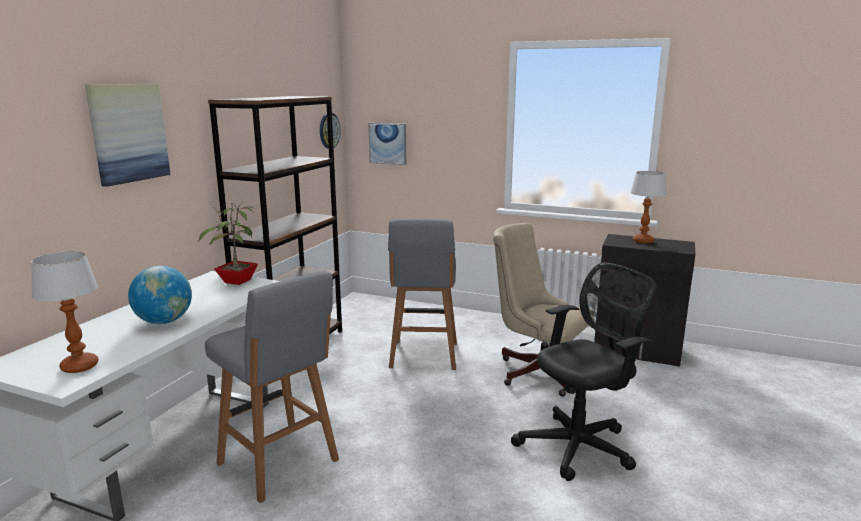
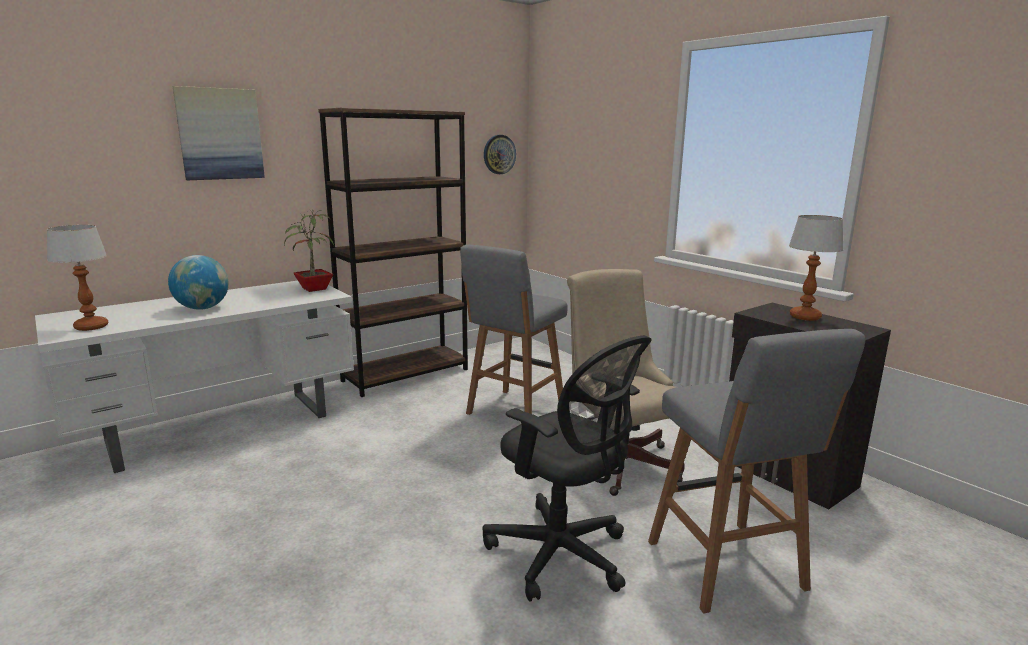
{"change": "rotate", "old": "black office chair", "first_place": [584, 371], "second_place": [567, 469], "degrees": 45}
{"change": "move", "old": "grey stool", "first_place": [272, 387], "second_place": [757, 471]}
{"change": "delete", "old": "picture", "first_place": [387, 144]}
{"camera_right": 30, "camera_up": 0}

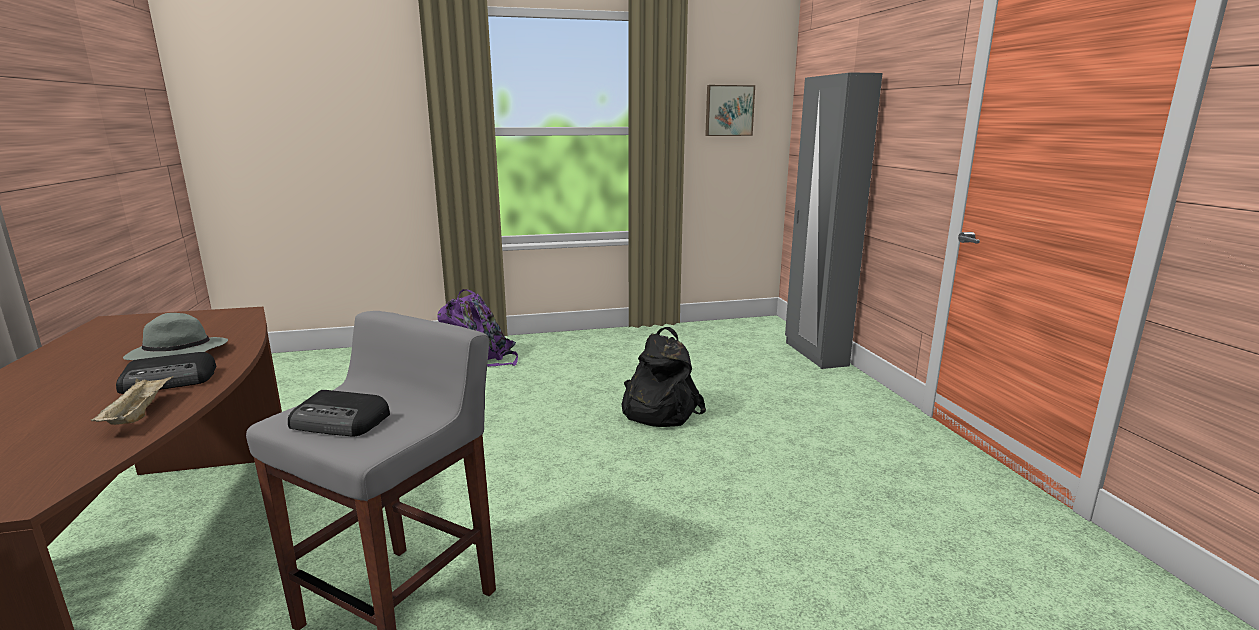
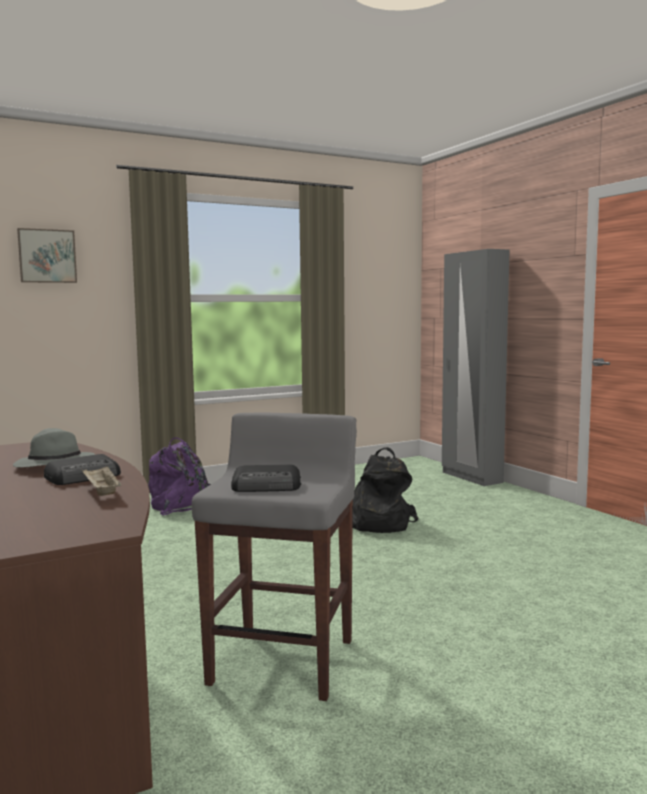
{"change": "move", "old": "picture", "first_place": [730, 110], "second_place": [47, 255]}
{"camera_right": -15, "camera_up": -10}

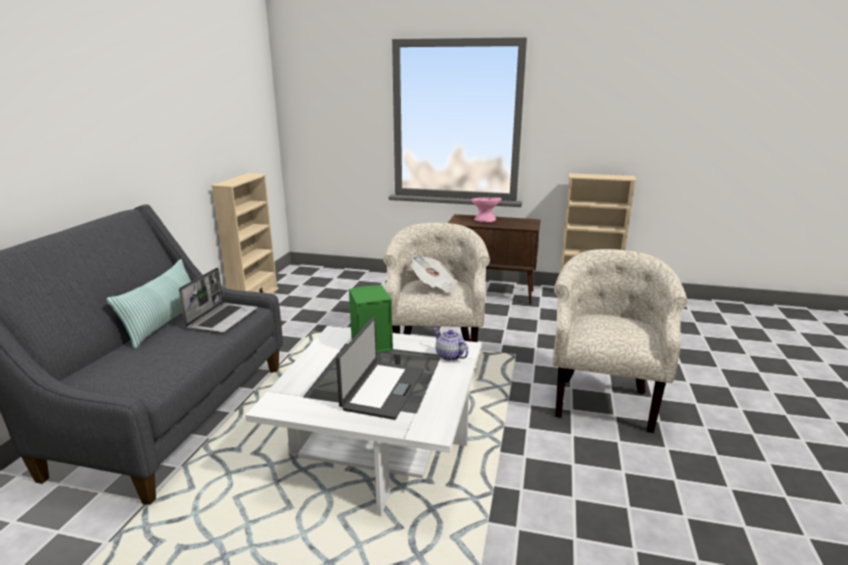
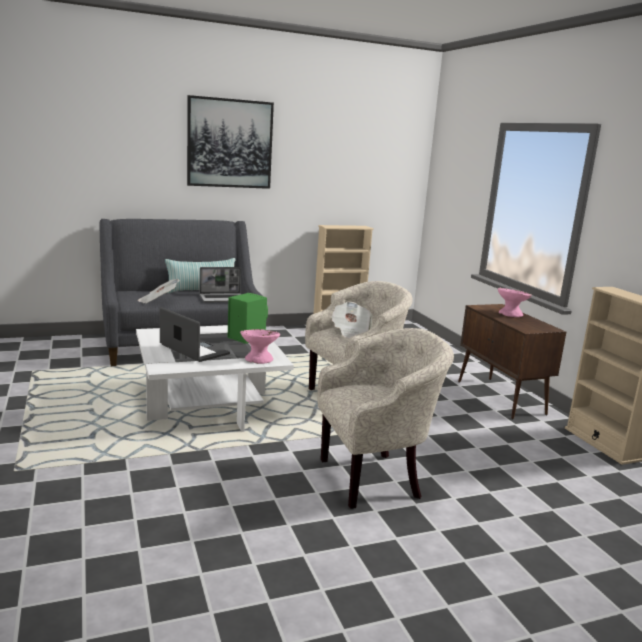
{"change": "insert", "new": "newspaper", "second_place": [159, 291]}
{"change": "rotate", "old": "laptop", "first_place": [380, 368], "second_place": [194, 334], "degrees": -120}
{"change": "insert", "new": "picture", "second_place": [230, 142]}
{"change": "replace", "old": "teapot", "new": "pink bowl", "first_place": [451, 344], "second_place": [260, 346]}
{"camera_right": 55, "camera_up": -5}

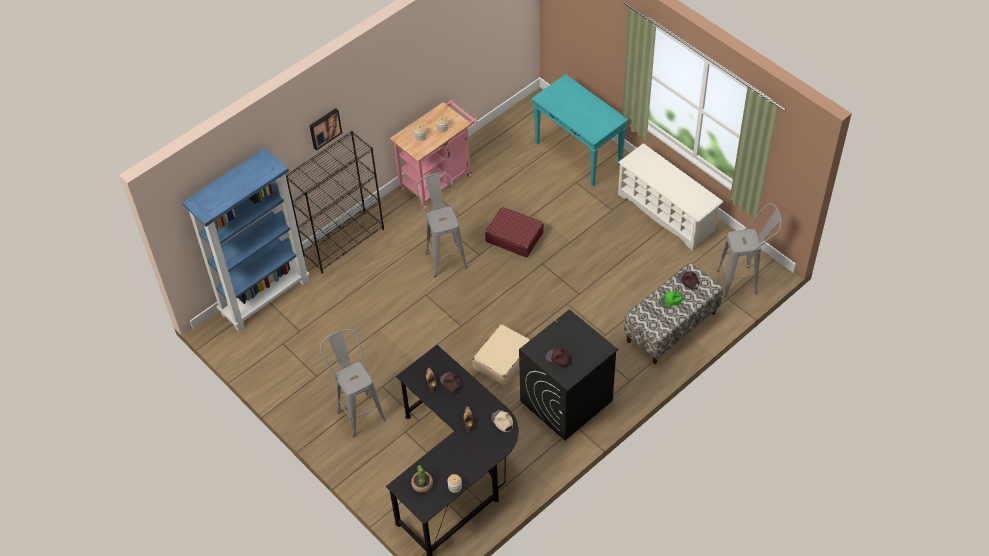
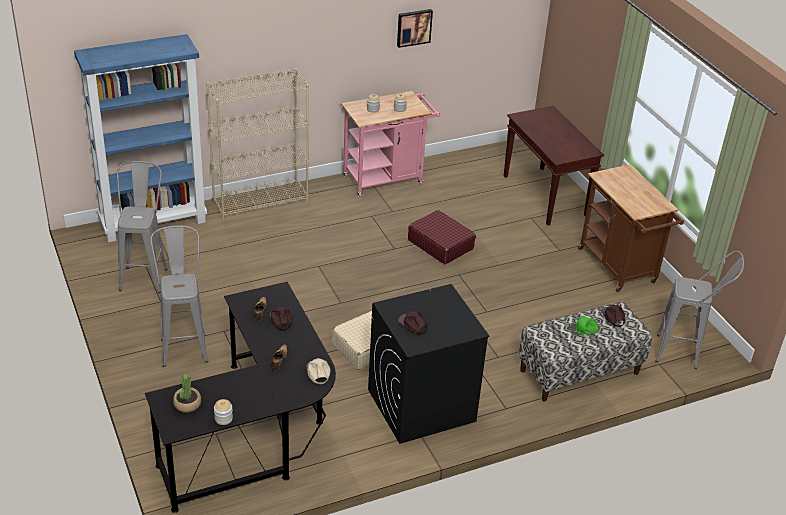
{"change": "move", "old": "grey stool", "first_place": [441, 225], "second_place": [142, 227]}
{"change": "recolor", "old": "black bookcase", "new": "beige bookcase", "first_place": [335, 202], "second_place": [257, 144]}
{"change": "move", "old": "picture", "first_place": [325, 129], "second_place": [415, 28]}
{"change": "recolor", "old": "turquoise console table", "new": "brown console table", "first_place": [580, 130], "second_place": [554, 165]}
{"change": "replace", "old": "white shoe rack", "new": "brown cart", "first_place": [670, 197], "second_place": [631, 228]}
{"camera_right": 15, "camera_up": -15}

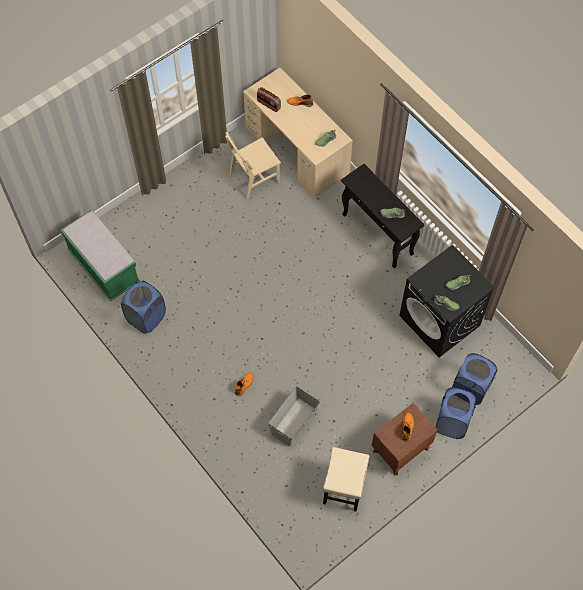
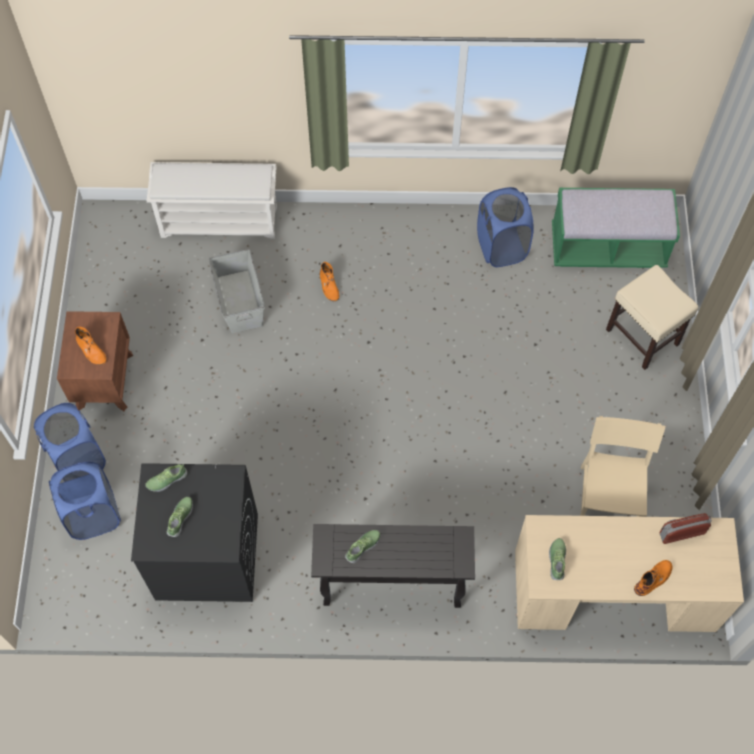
{"change": "insert", "new": "white shoe rack", "second_place": [212, 200]}
{"change": "move", "old": "beige stool", "first_place": [346, 479], "second_place": [652, 317]}
{"camera_right": 130, "camera_up": 0}

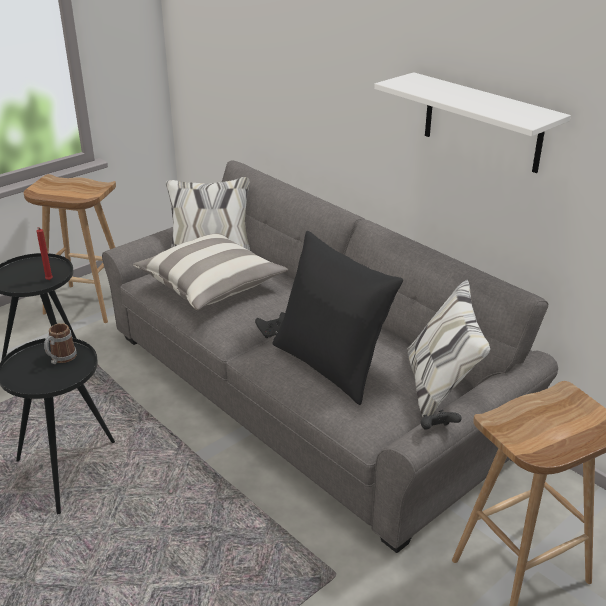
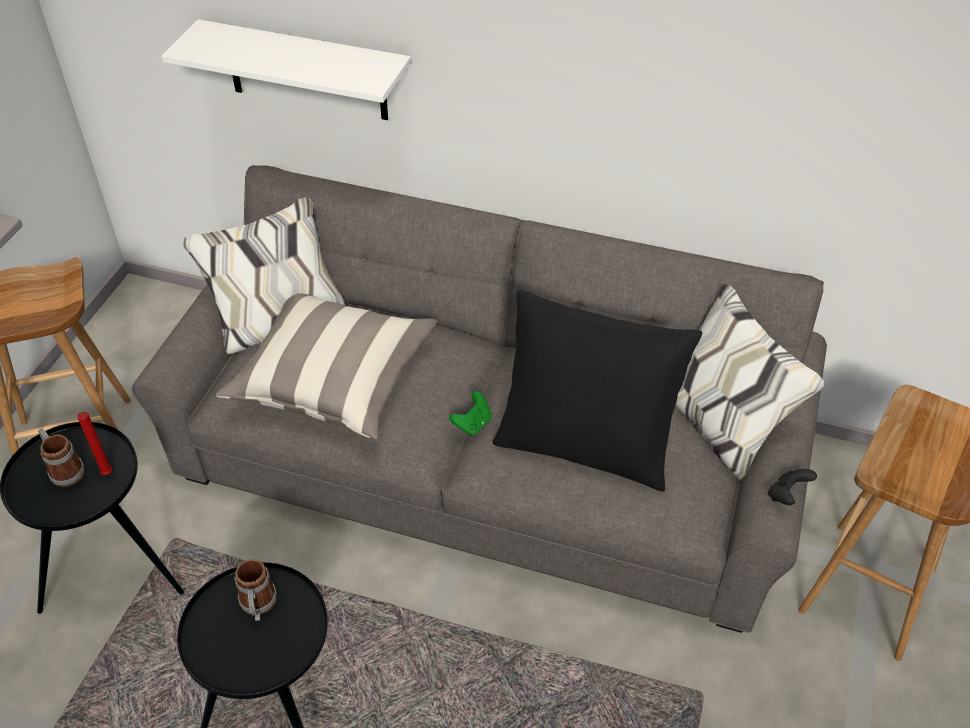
{"change": "insert", "new": "mug", "second_place": [61, 457]}
{"change": "move", "old": "white shelf", "first_place": [472, 122], "second_place": [286, 69]}
{"change": "recolor", "old": "black game controller", "new": "green game controller", "first_place": [270, 325], "second_place": [470, 413]}
{"camera_right": -30, "camera_up": 15}

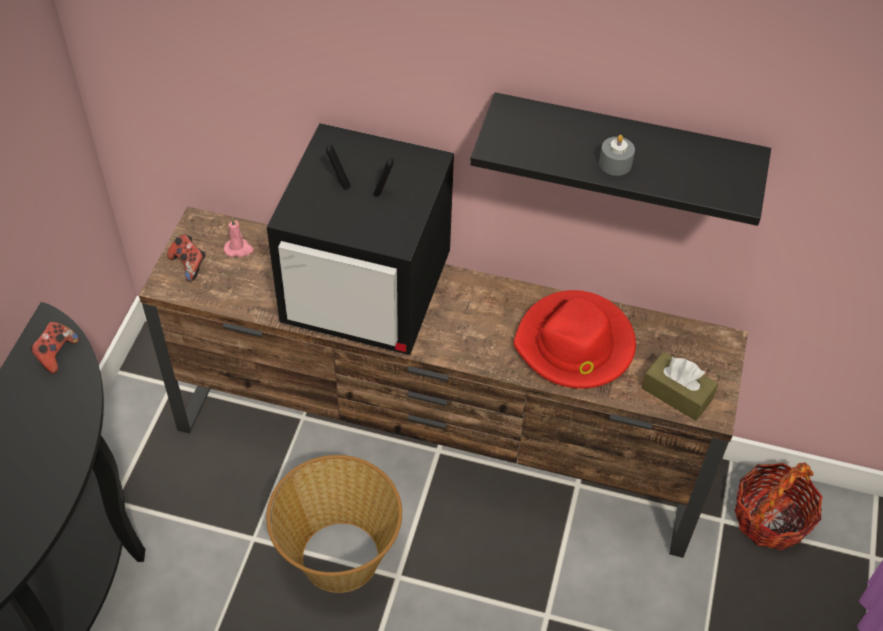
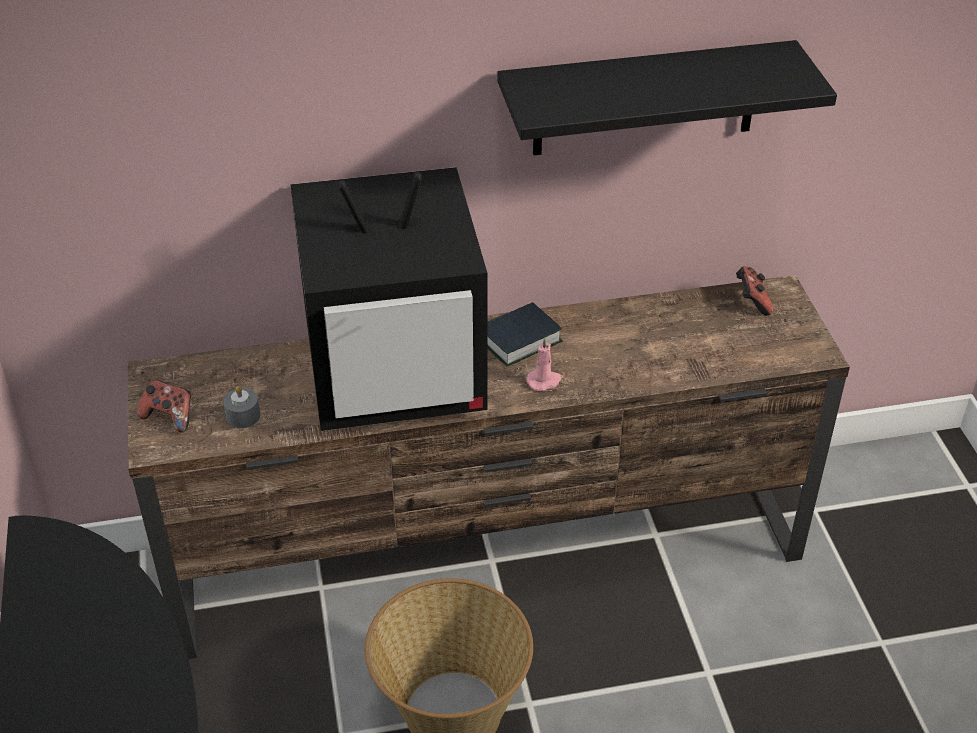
{"change": "move", "old": "grey candle", "first_place": [617, 155], "second_place": [241, 407]}
{"change": "insert", "new": "book", "second_place": [525, 334]}
{"change": "move", "old": "pink candle", "first_place": [239, 237], "second_place": [544, 364]}
{"change": "move", "old": "game controller", "first_place": [54, 348], "second_place": [754, 291]}
{"change": "delete", "old": "red hat", "first_place": [574, 339]}
{"change": "delete", "old": "brown tissue box", "first_place": [680, 386]}
{"change": "delete", "old": "basket", "first_place": [778, 506]}
{"camera_right": -25, "camera_up": -10}

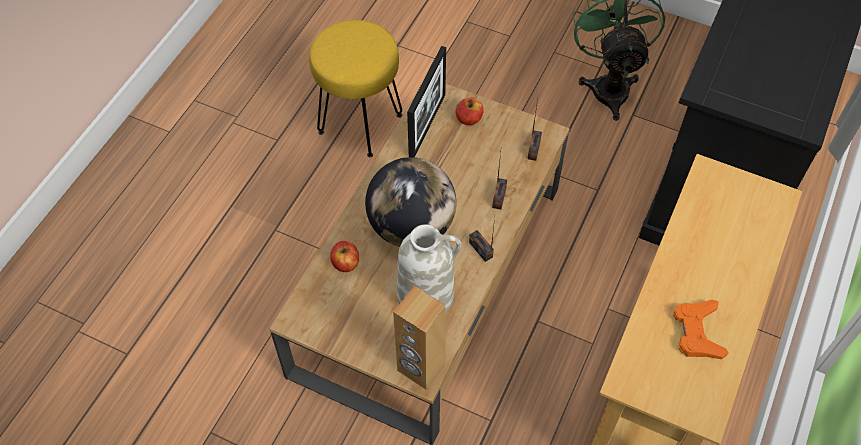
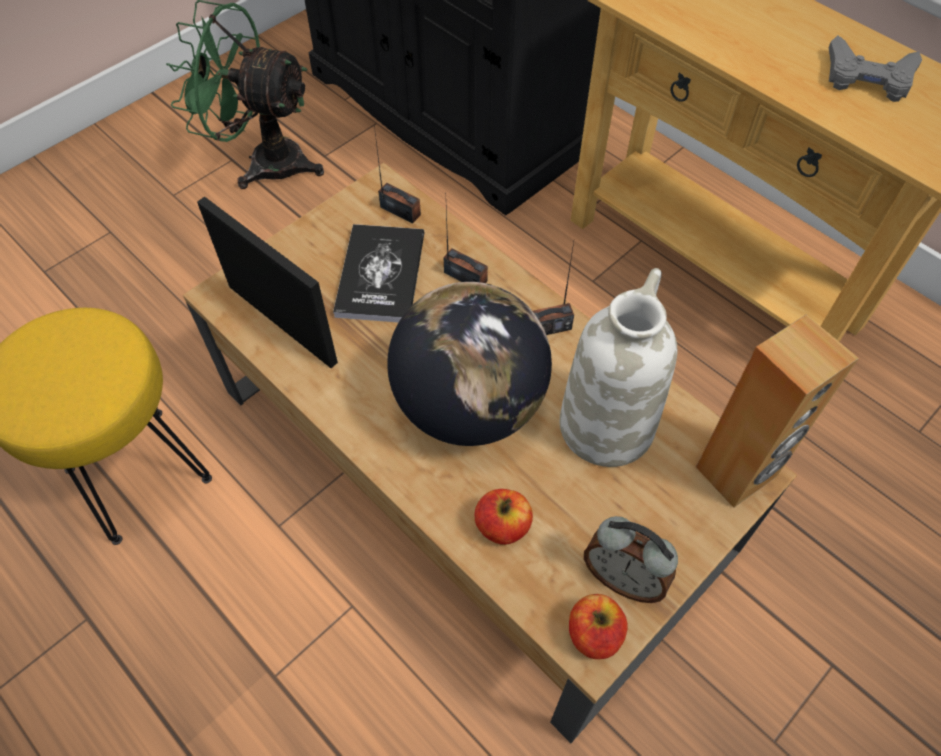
{"change": "insert", "new": "book", "second_place": [379, 273]}
{"change": "move", "old": "apple", "first_place": [469, 111], "second_place": [598, 626]}
{"change": "insert", "new": "alarm clock", "second_place": [631, 559]}
{"change": "recolor", "old": "orange game controller", "new": "grey game controller", "first_place": [700, 329], "second_place": [875, 68]}
{"camera_right": -70, "camera_up": 0}

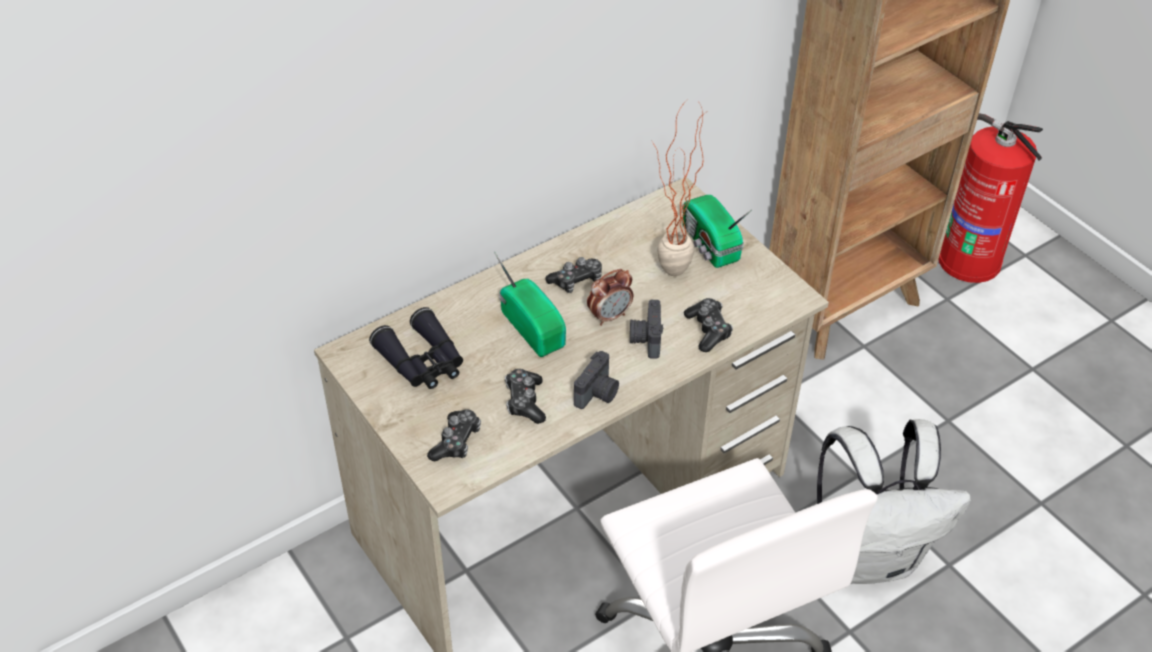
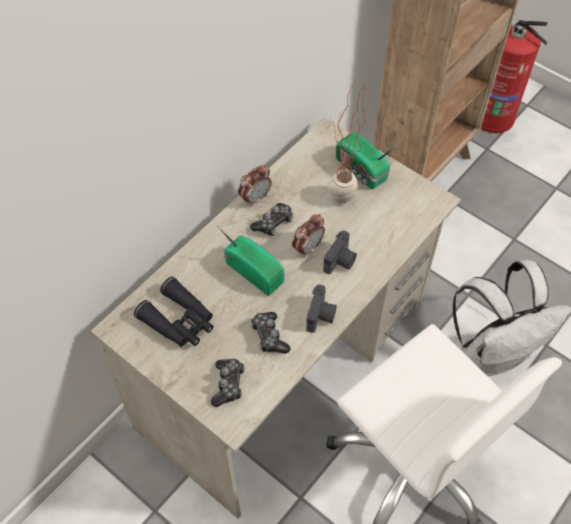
{"change": "insert", "new": "alarm clock", "second_place": [255, 186]}
{"change": "rotate", "old": "photo camera", "first_place": [646, 329], "second_place": [340, 252], "degrees": -135}
{"change": "delete", "old": "game controller", "first_place": [708, 325]}
{"camera_right": -15, "camera_up": 10}

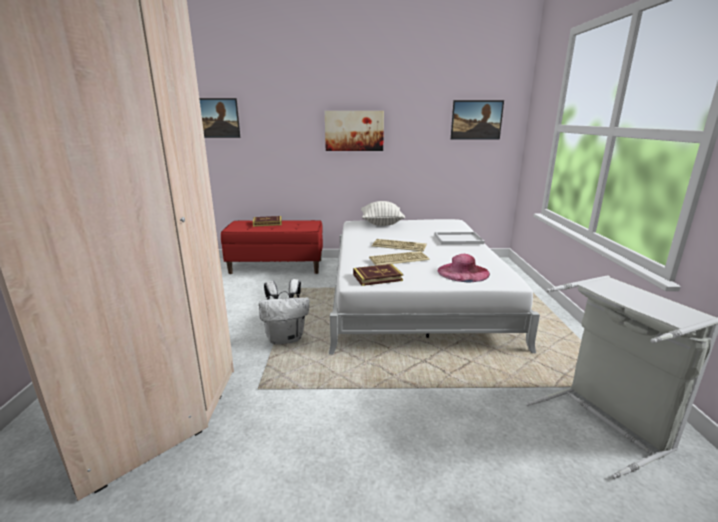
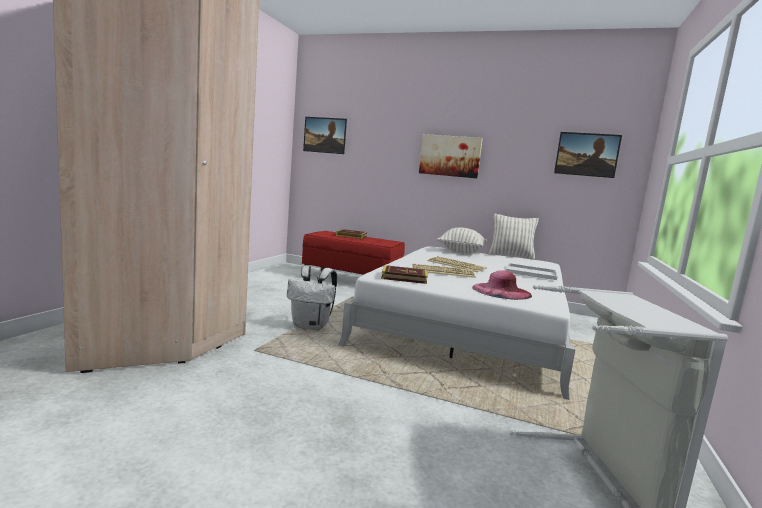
{"change": "insert", "new": "pillow", "second_place": [514, 237]}
{"camera_right": 20, "camera_up": -10}

